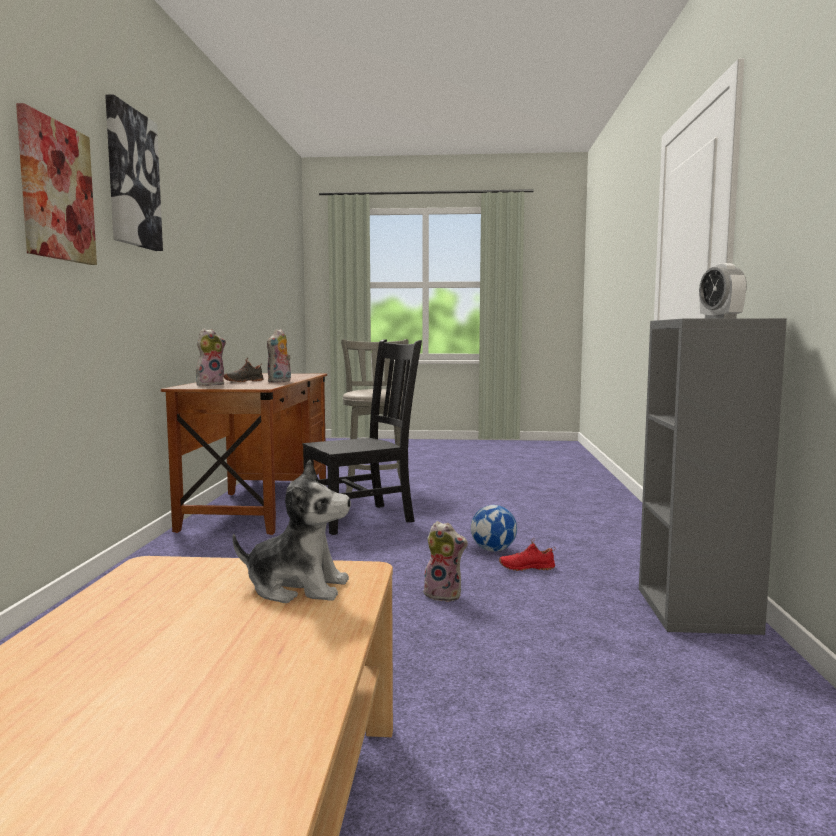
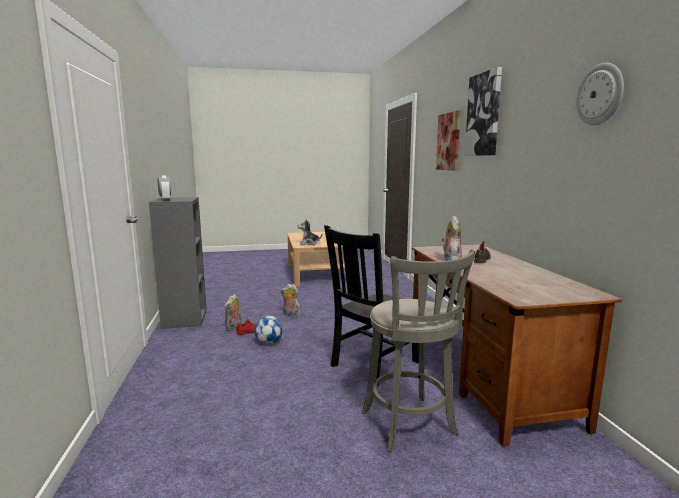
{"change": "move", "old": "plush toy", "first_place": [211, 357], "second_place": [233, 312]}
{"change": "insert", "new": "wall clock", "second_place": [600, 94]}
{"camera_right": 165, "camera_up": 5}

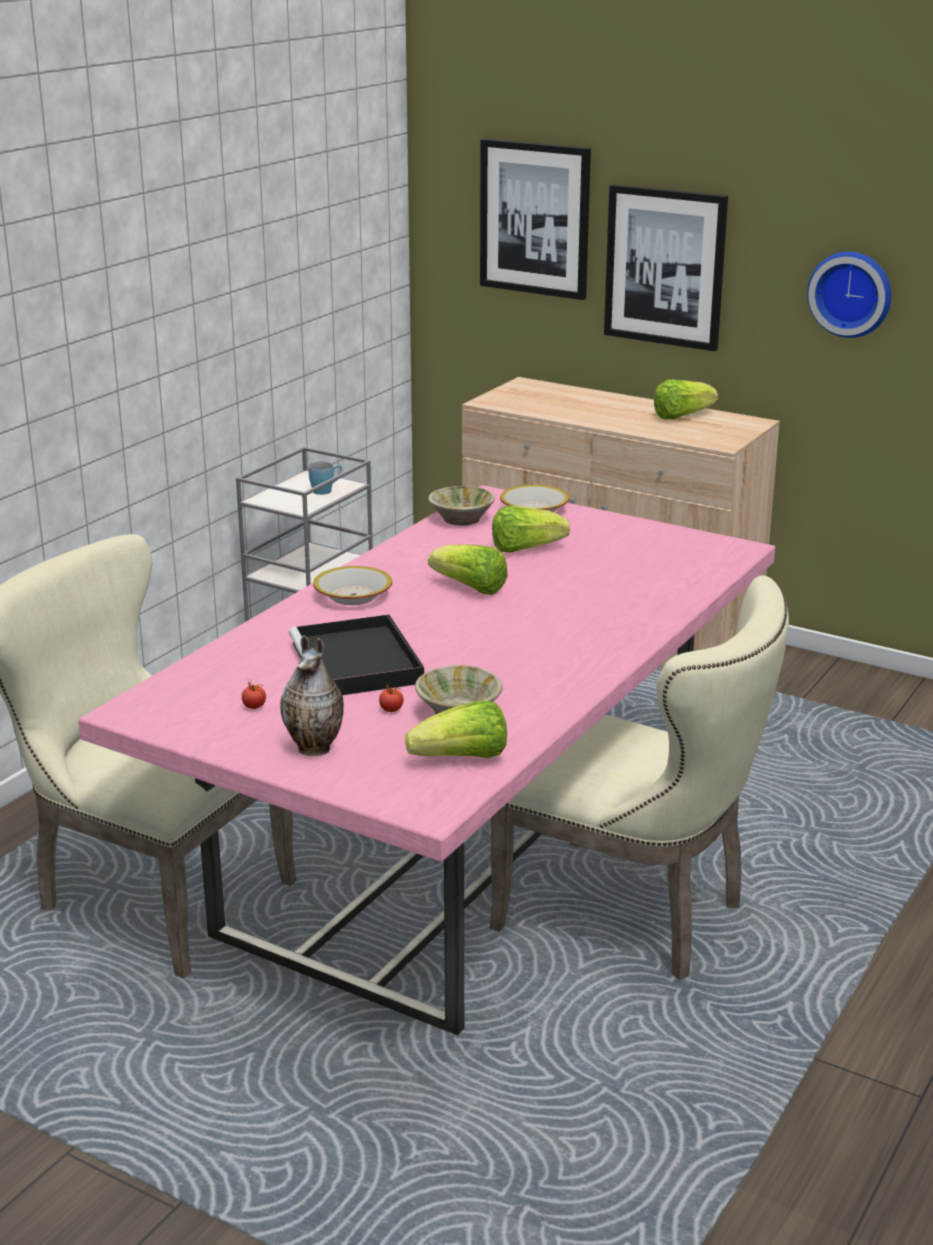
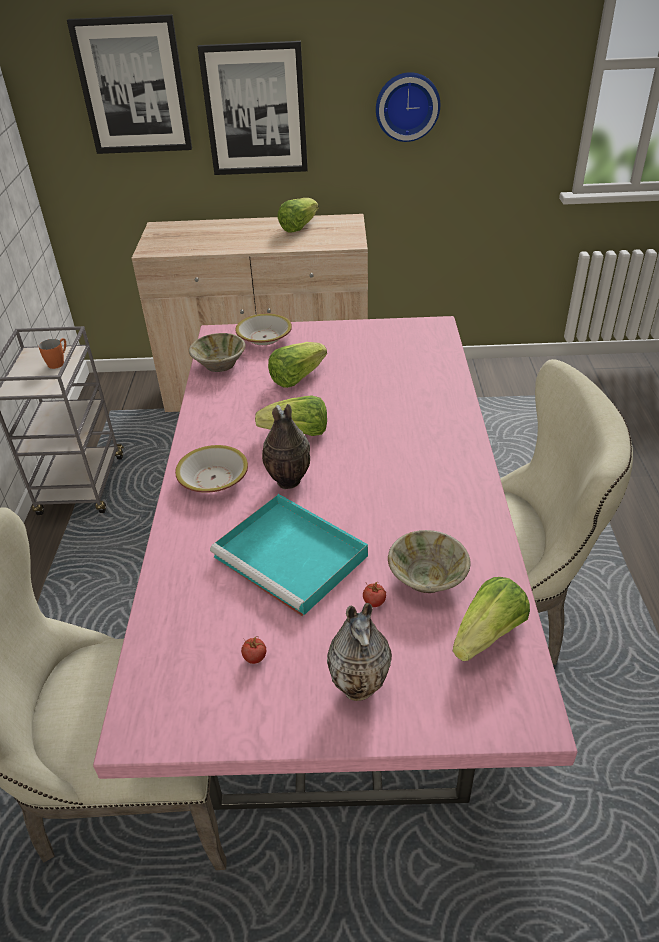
{"change": "recolor", "old": "blue mug", "new": "orange mug", "first_place": [325, 478], "second_place": [52, 353]}
{"change": "recolor", "old": "black tray", "new": "turquoise tray", "first_place": [356, 654], "second_place": [289, 555]}
{"change": "insert", "new": "vase", "second_place": [286, 446]}
{"camera_right": -30, "camera_up": 15}

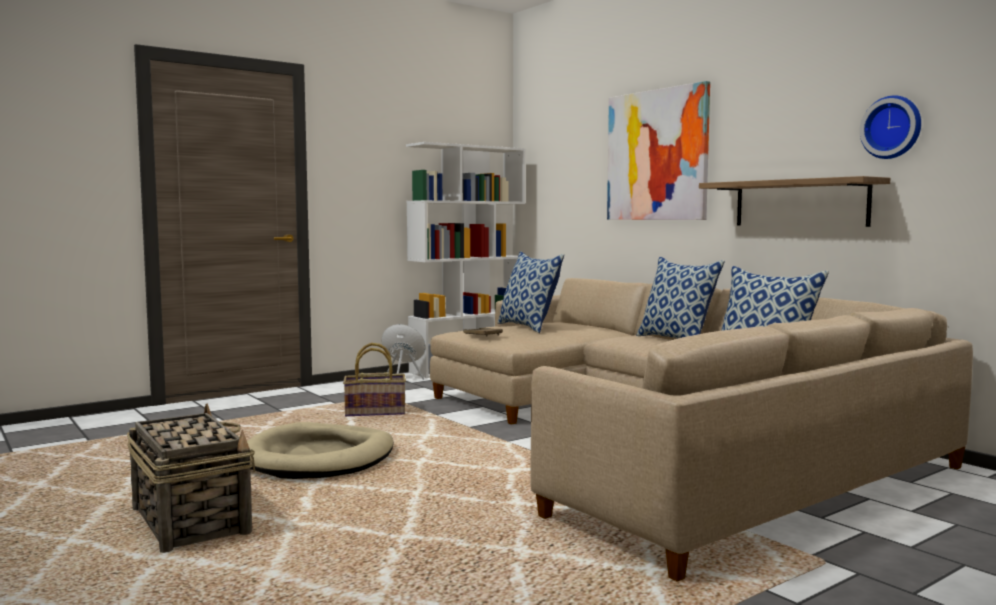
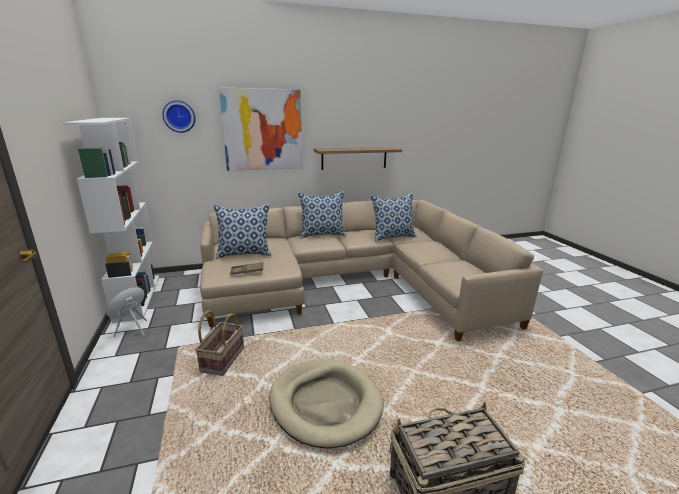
{"change": "move", "old": "wall clock", "first_place": [890, 127], "second_place": [179, 116]}
{"camera_right": -70, "camera_up": 15}

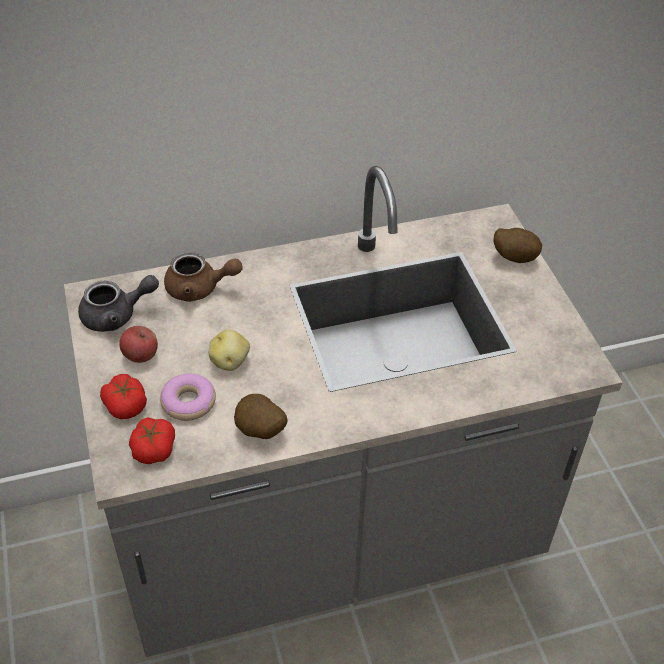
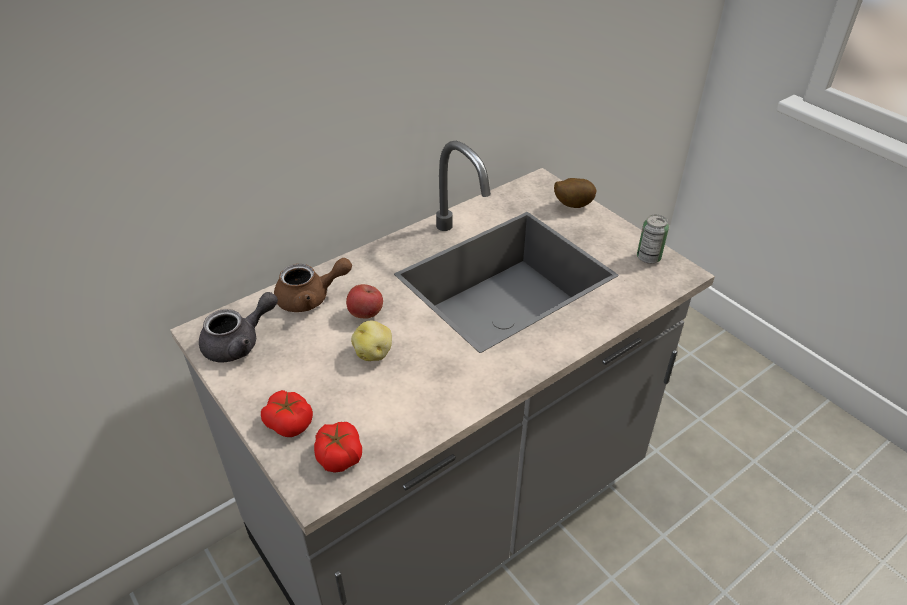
{"change": "move", "old": "apple", "first_place": [138, 344], "second_place": [364, 301]}
{"change": "insert", "new": "can", "second_place": [653, 239]}
{"change": "delete", "old": "donut", "first_place": [188, 397]}
{"change": "delete", "old": "potato", "first_place": [261, 416]}
{"camera_right": -20, "camera_up": -5}

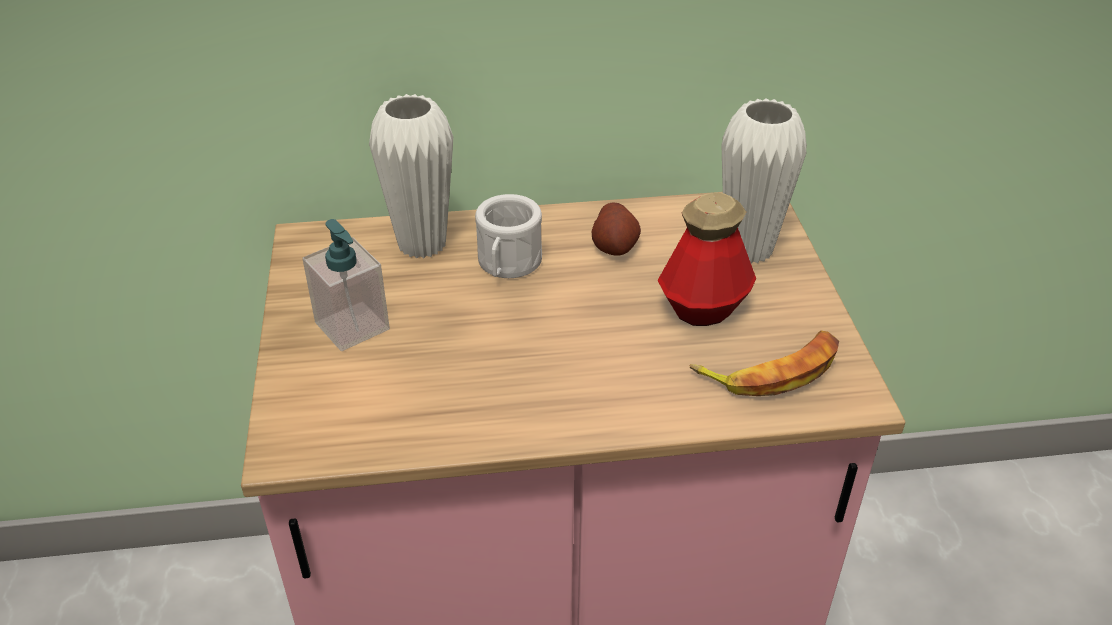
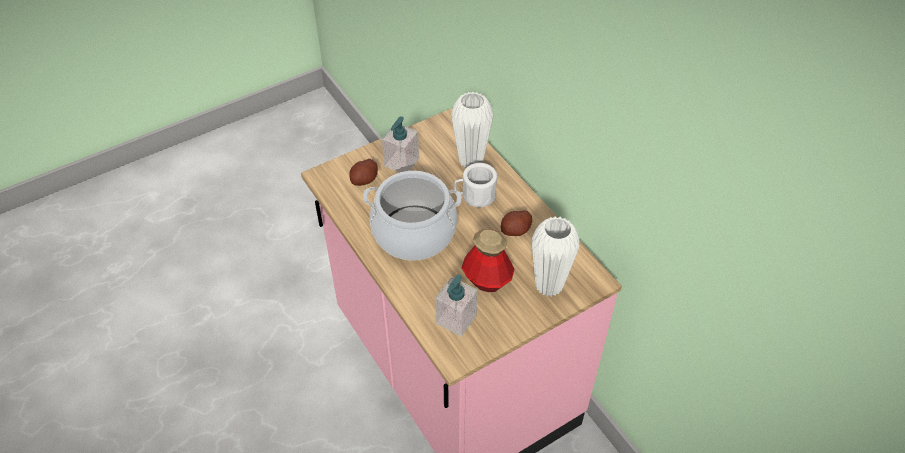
{"change": "insert", "new": "potato", "second_place": [363, 172]}
{"change": "insert", "new": "cooking pot", "second_place": [412, 216]}
{"change": "replace", "old": "banana", "new": "soap dispenser", "first_place": [764, 363], "second_place": [456, 306]}
{"camera_right": 65, "camera_up": 10}

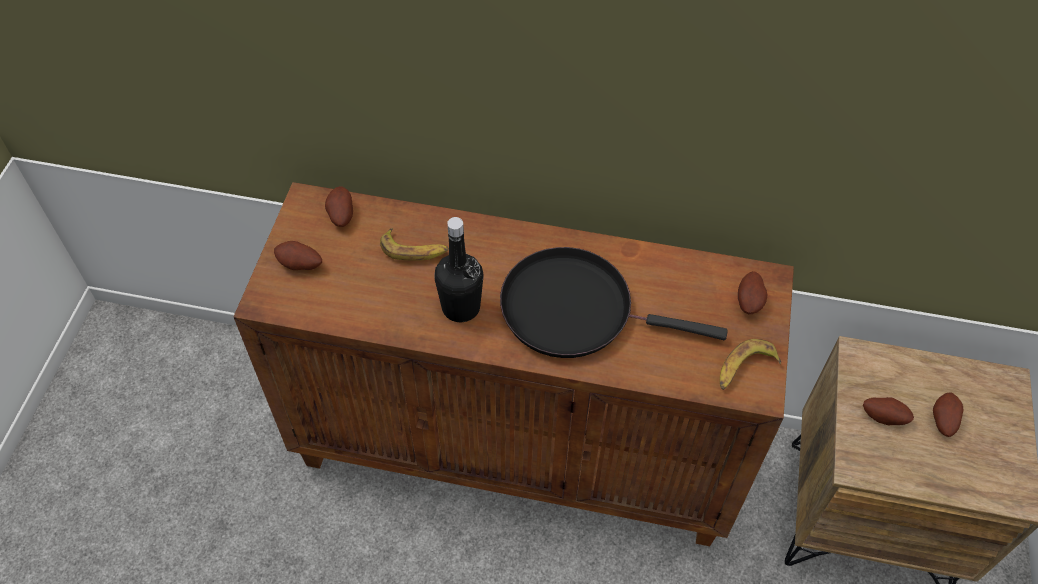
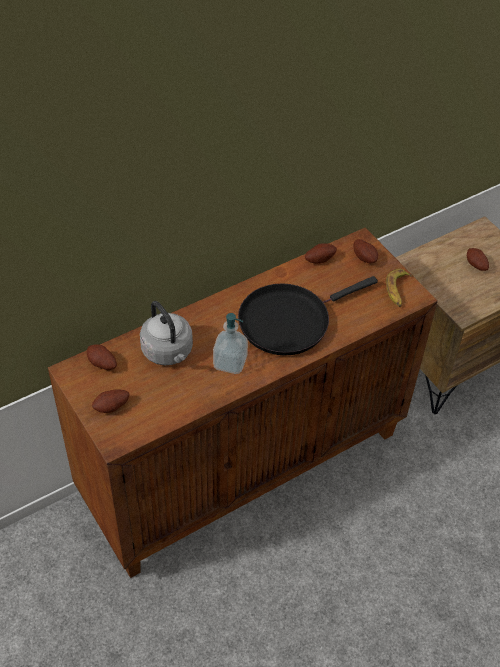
{"change": "replace", "old": "banana", "new": "grey kettle", "first_place": [414, 244], "second_place": [166, 333]}
{"change": "replace", "old": "black bottle", "new": "soap dispenser", "first_place": [458, 269], "second_place": [230, 343]}
{"change": "move", "old": "potato", "first_place": [888, 411], "second_place": [321, 253]}
{"camera_right": -45, "camera_up": -5}

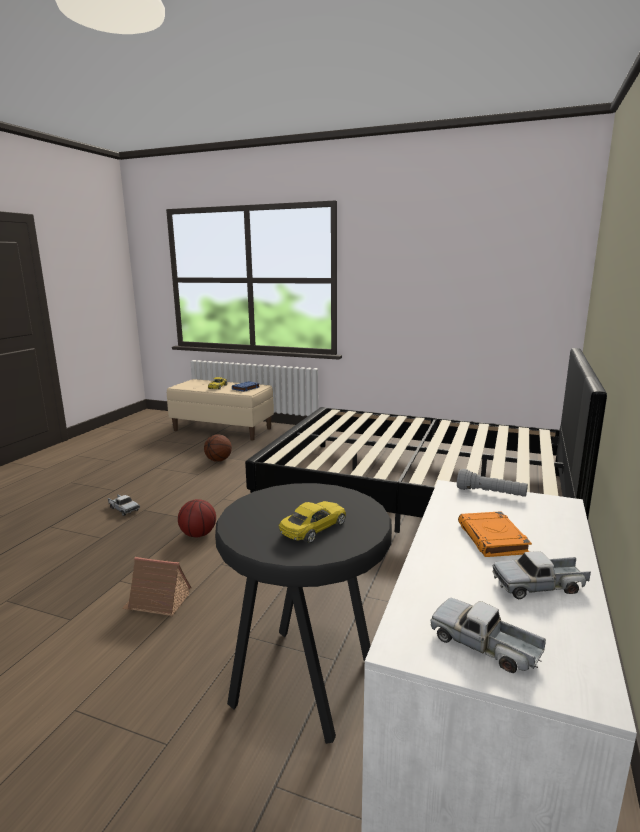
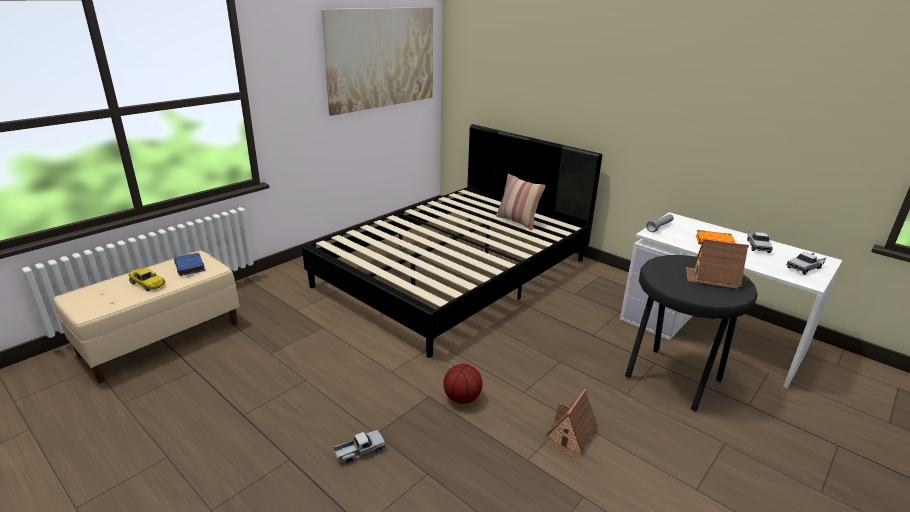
{"change": "insert", "new": "picture", "second_place": [377, 61]}
{"change": "insert", "new": "pillow", "second_place": [521, 202]}
{"change": "replace", "old": "yellow toy car", "new": "toy house", "first_place": [312, 522], "second_place": [717, 263]}
{"change": "delete", "old": "basketball", "first_place": [218, 448]}
{"camera_right": -70, "camera_up": 10}

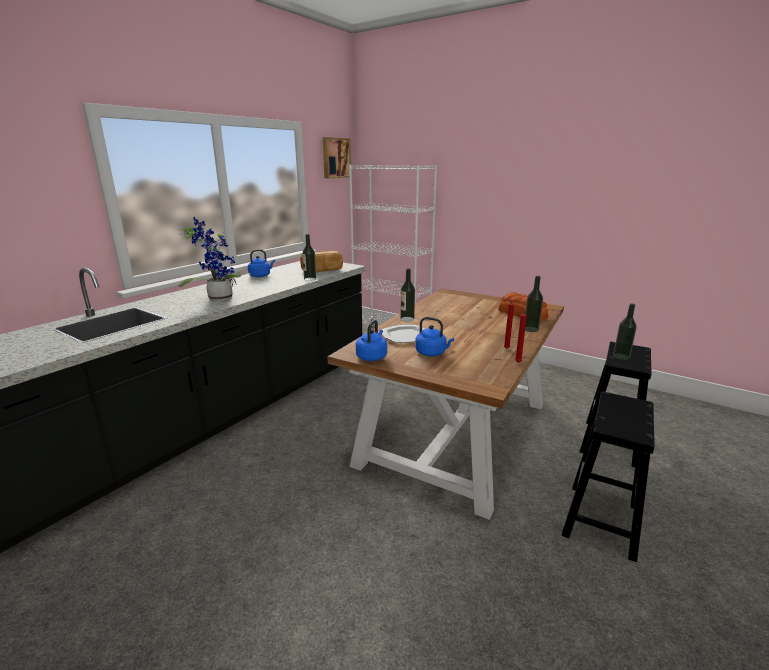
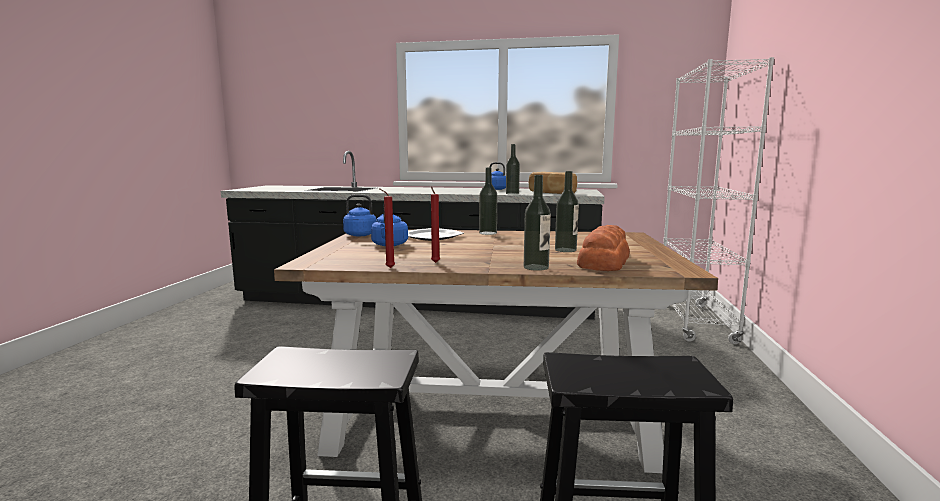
{"change": "move", "old": "bottle", "first_place": [625, 332], "second_place": [567, 211]}
{"change": "delete", "old": "potted plant", "first_place": [215, 259]}
{"change": "delete", "old": "picture", "first_place": [337, 158]}
{"camera_right": 65, "camera_up": -10}

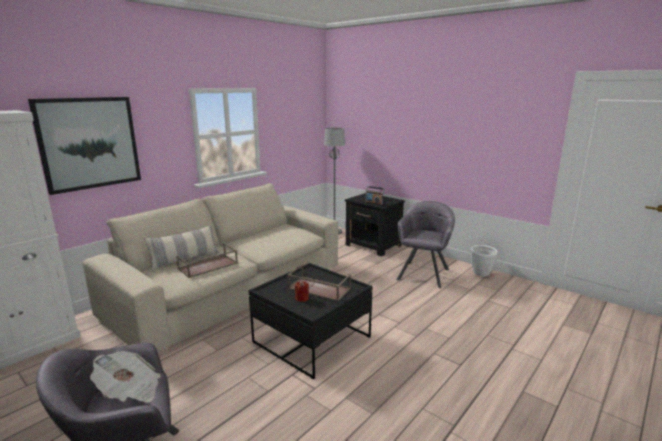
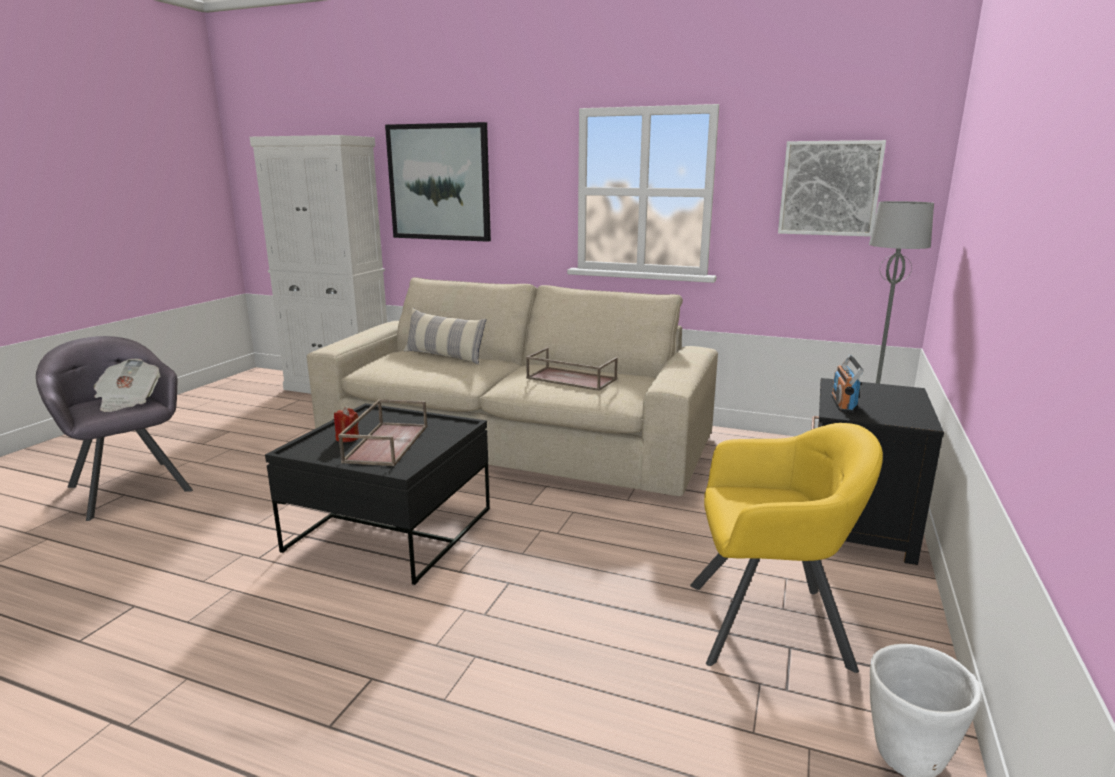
{"change": "move", "old": "brown tray", "first_place": [207, 260], "second_place": [572, 369]}
{"change": "recolor", "old": "grey armchair", "new": "yellow armchair", "first_place": [426, 244], "second_place": [786, 548]}
{"change": "insert", "new": "picture", "second_place": [832, 188]}
{"camera_right": 70, "camera_up": 0}

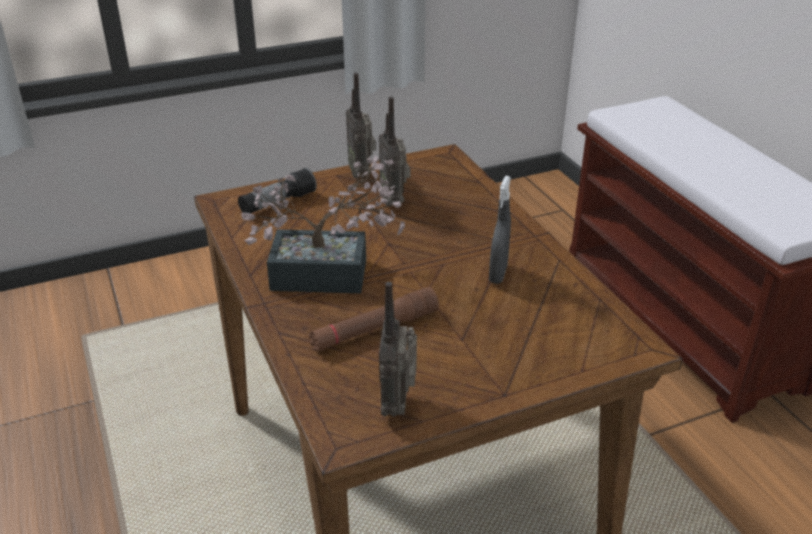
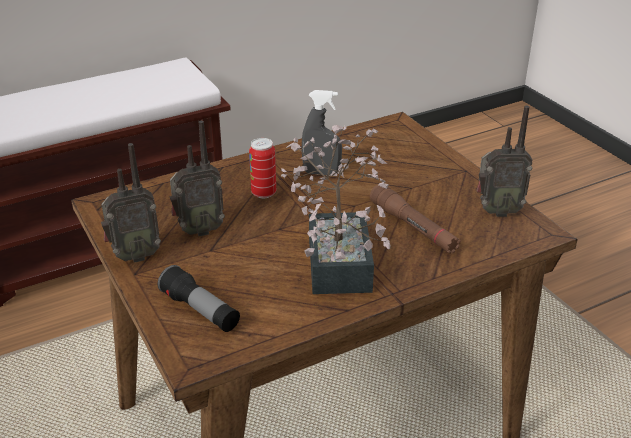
{"change": "insert", "new": "can", "second_place": [262, 168]}
{"camera_right": -95, "camera_up": 0}

